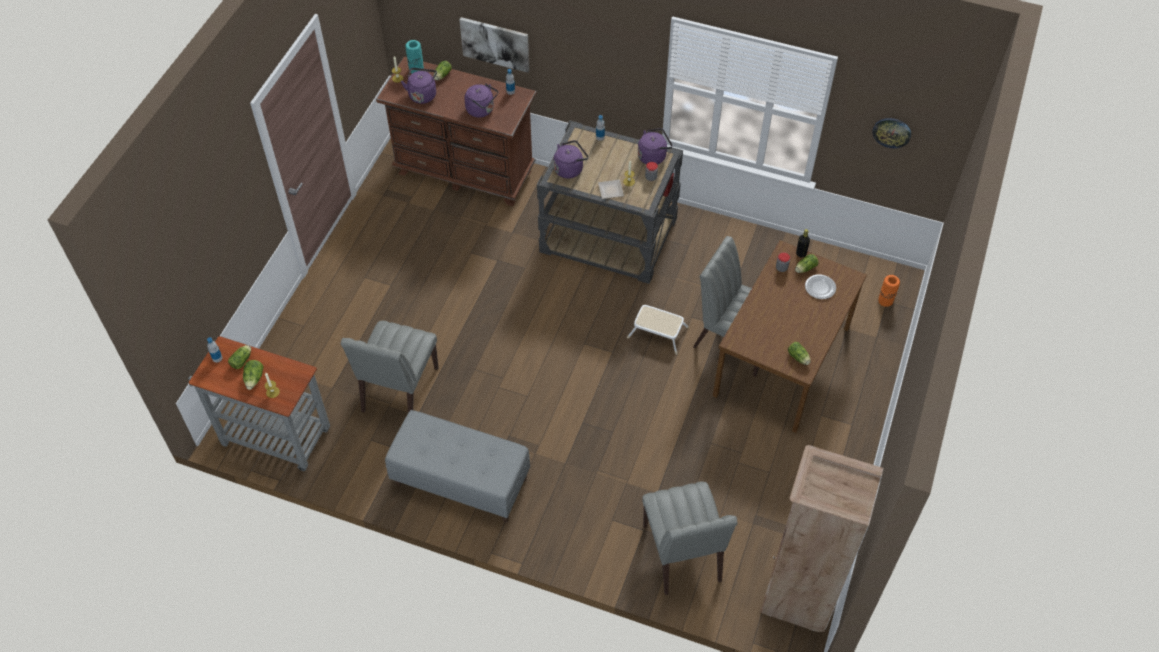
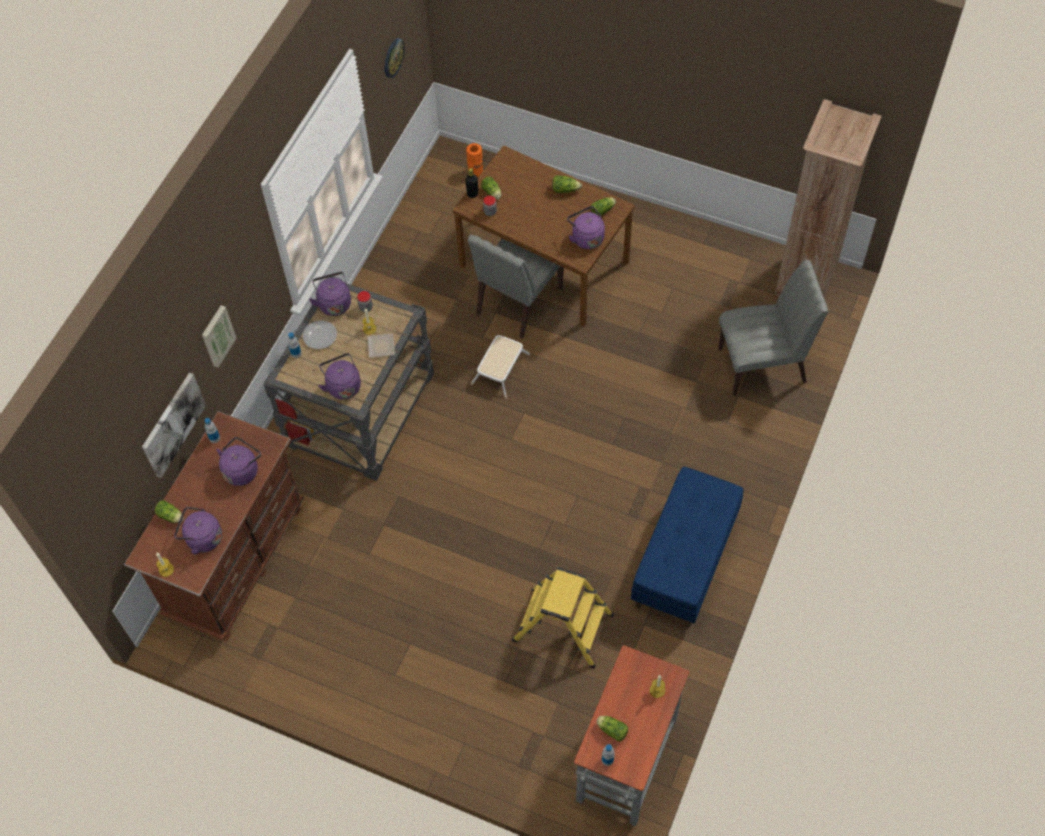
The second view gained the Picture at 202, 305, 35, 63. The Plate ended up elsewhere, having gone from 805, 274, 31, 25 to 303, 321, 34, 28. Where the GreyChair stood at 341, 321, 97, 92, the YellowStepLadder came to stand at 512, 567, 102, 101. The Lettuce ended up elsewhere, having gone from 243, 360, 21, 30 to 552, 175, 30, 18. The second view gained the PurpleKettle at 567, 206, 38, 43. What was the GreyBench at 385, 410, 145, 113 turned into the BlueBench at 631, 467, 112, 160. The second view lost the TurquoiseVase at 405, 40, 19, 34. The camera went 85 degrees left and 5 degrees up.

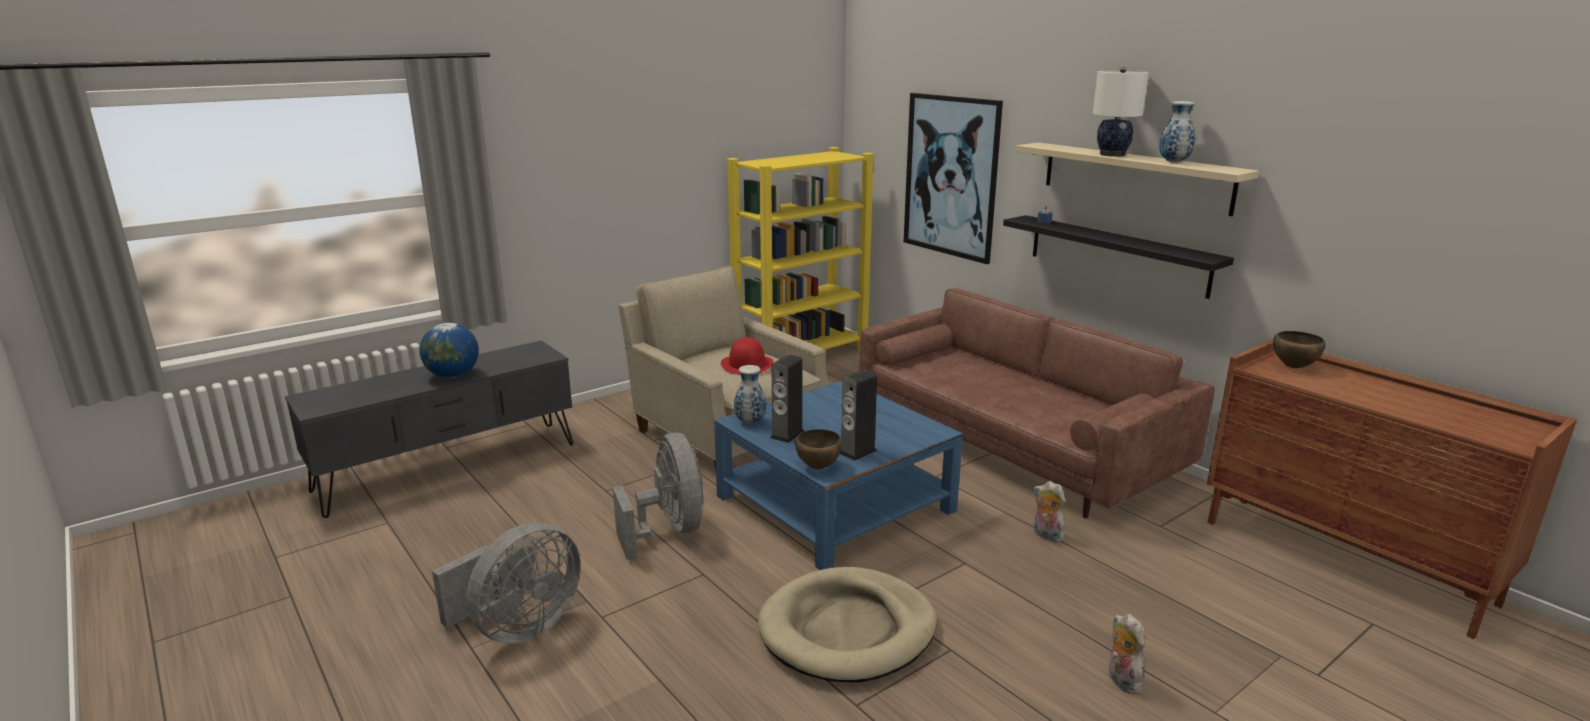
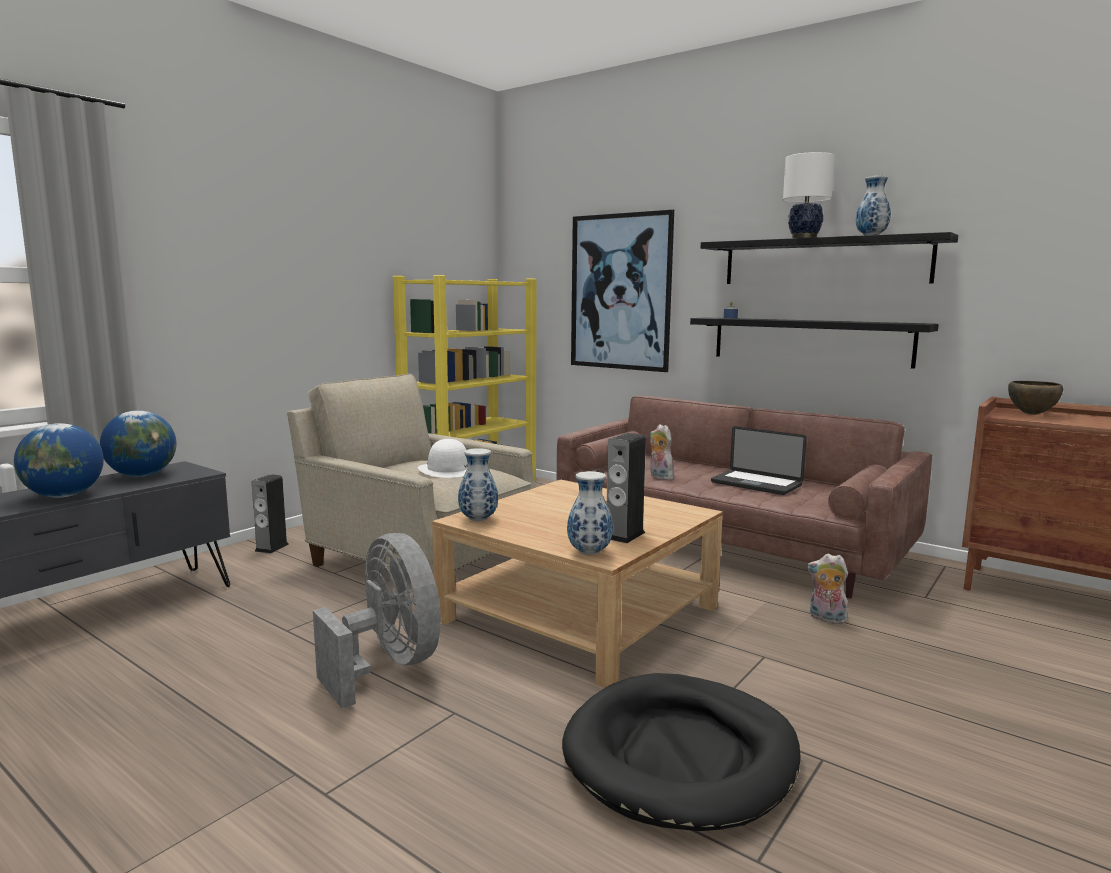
The second view gained the Globe at 100, 410, 76, 67. The Speaker ended up elsewhere, having gone from 770, 355, 34, 88 to 252, 474, 37, 80. What was the RedHat at 721, 337, 53, 38 turned into the WhiteHat at 418, 439, 50, 39. What was the BlueCoffeeTable at 714, 381, 249, 189 turned into the BeigeCoffeeTable at 432, 480, 291, 208. What was the BeigeDogBed at 758, 567, 179, 115 turned into the BlackDogBed at 562, 673, 239, 158. Where the BrownBowl stood at 795, 429, 47, 40, the Vase came to stand at 567, 471, 46, 84. The PlushToy ended up elsewhere, having gone from 1109, 614, 36, 80 to 650, 424, 24, 56. What was the BeigeShelf at 1016, 142, 243, 74 turned into the BlackShelf at 701, 232, 257, 52. The second view gained the Laptop at 711, 426, 96, 69. The second view lost the GreyFan at 432, 523, 149, 121. The camera went 15 degrees left and 10 degrees down.

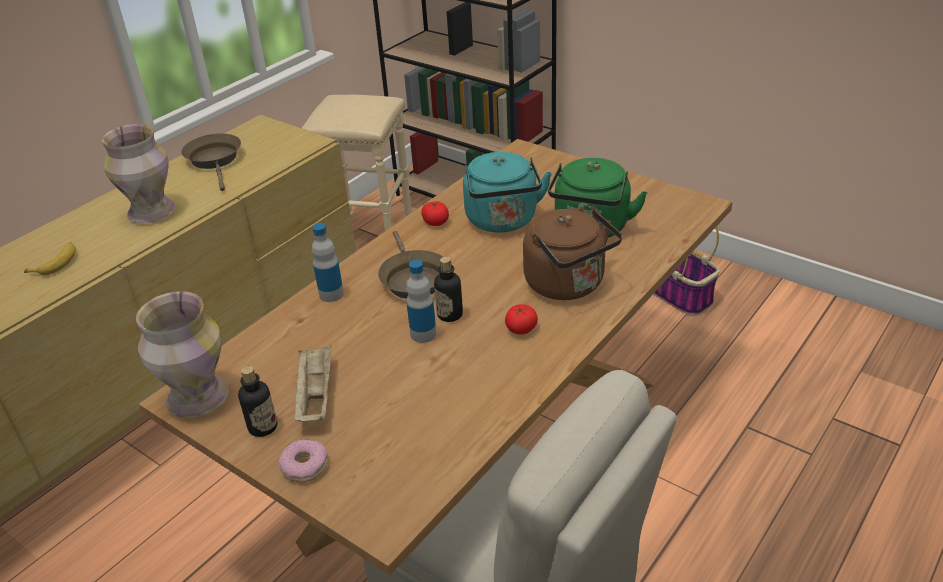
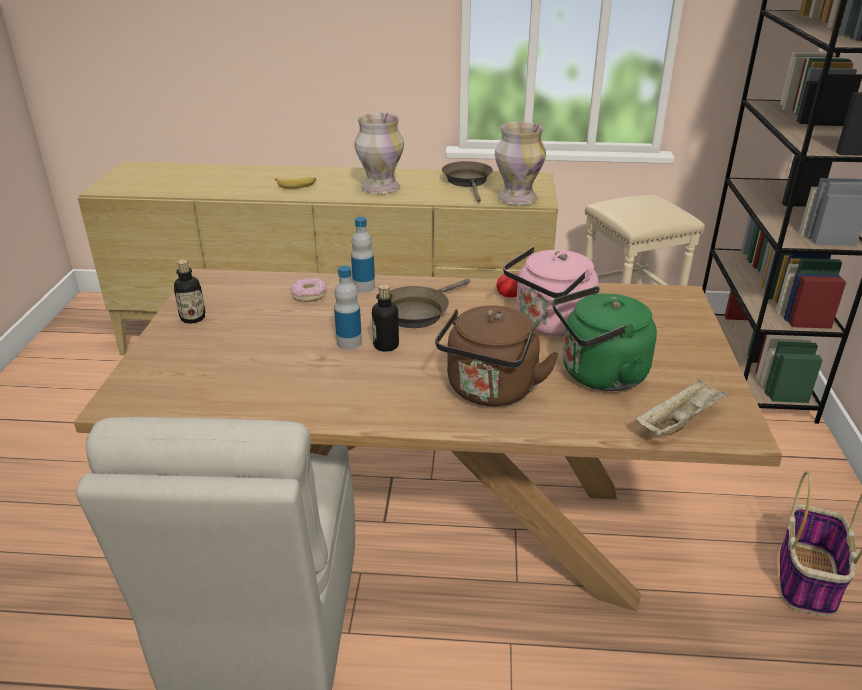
The Donut ended up elsewhere, having gone from 279, 439, 49, 43 to 290, 278, 37, 24. The BrownFryingPan at 181, 133, 60, 58 ended up facing another way, 45 degrees counterclockwise from before. The Vase ended up elsewhere, having gone from 136, 291, 93, 127 to 495, 121, 51, 84. What was the TurquoiseKettle at 463, 152, 89, 81 turned into the PinkKettle at 503, 246, 95, 90. The BeigeTray ended up elsewhere, having gone from 294, 345, 38, 77 to 636, 378, 94, 57. The second view lost the Tomato at 505, 304, 33, 31. The camera went 55 degrees right and 5 degrees down.

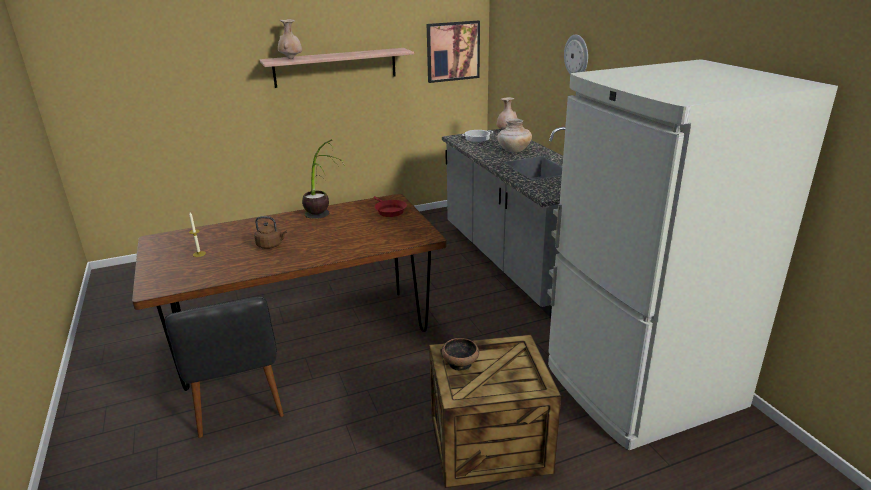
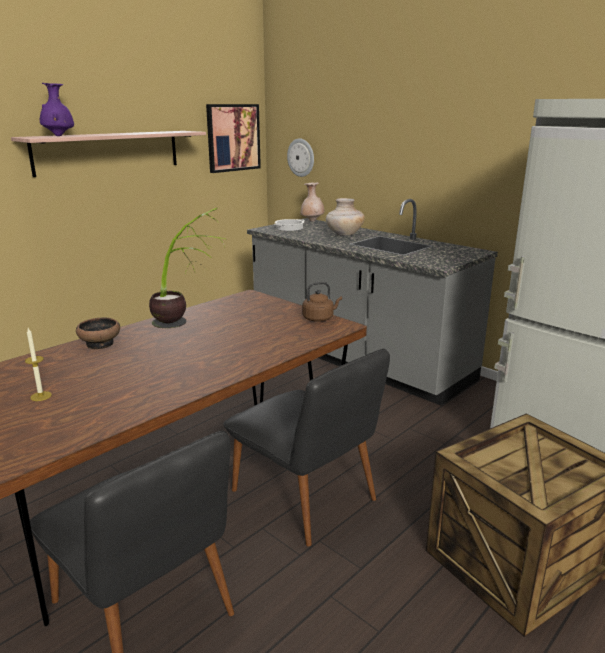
What was the BeigeVase at 278, 19, 24, 40 turned into the PurpleVase at 40, 83, 34, 53. The Bowl ended up elsewhere, having gone from 441, 338, 38, 33 to 76, 318, 44, 31. The second view gained the BlackChair at 223, 349, 167, 198. The WallClock ended up elsewhere, having gone from 564, 35, 24, 39 to 287, 138, 27, 39. The BrownKettle ended up elsewhere, having gone from 254, 216, 33, 33 to 302, 282, 40, 40. The second view lost the RedFryingPan at 374, 196, 33, 21. The camera went 25 degrees left and 5 degrees down.

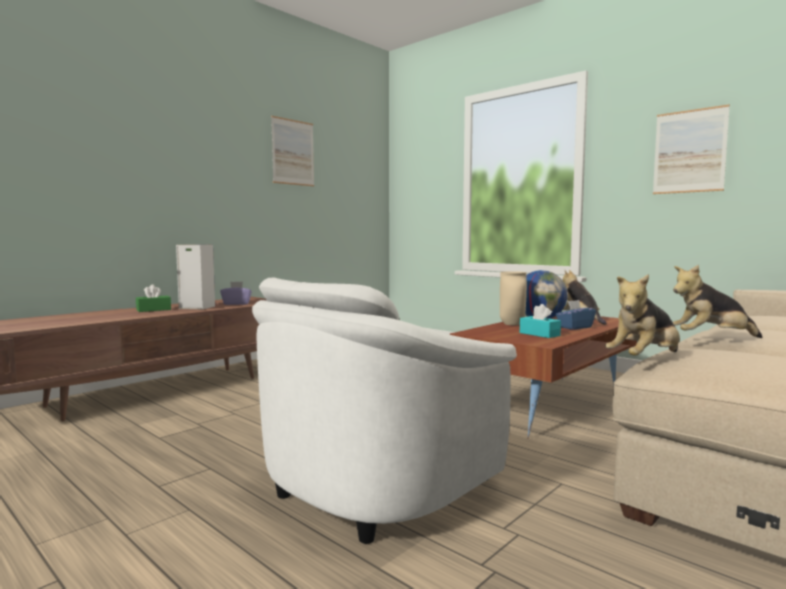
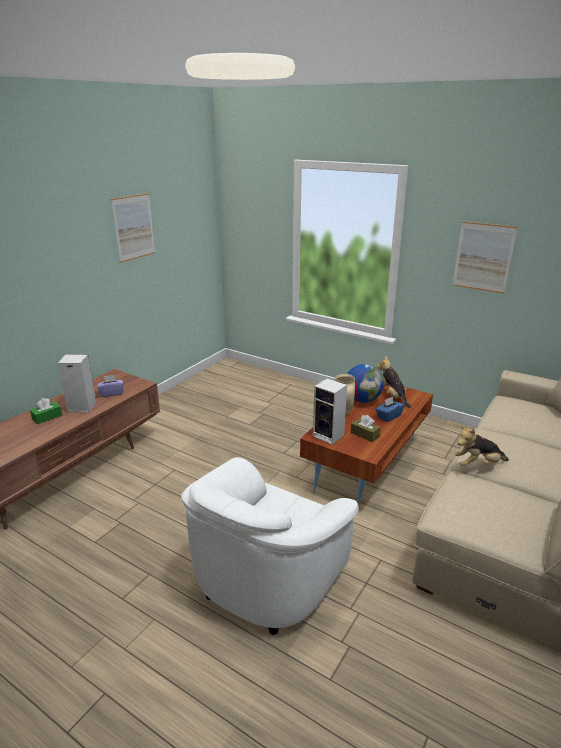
The second view gained the Speaker at 313, 378, 34, 67. What was the TurquoiseTissueBox at 520, 304, 41, 34 turned into the BrownTissueBox at 351, 415, 30, 27. The second view lost the PlushToy at 605, 274, 75, 82. The camera went 10 degrees left and 20 degrees up.

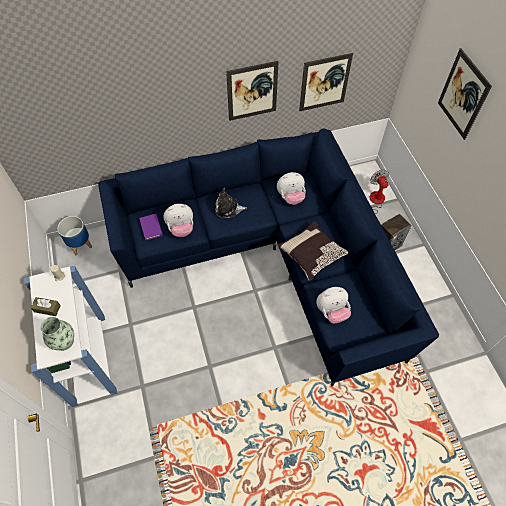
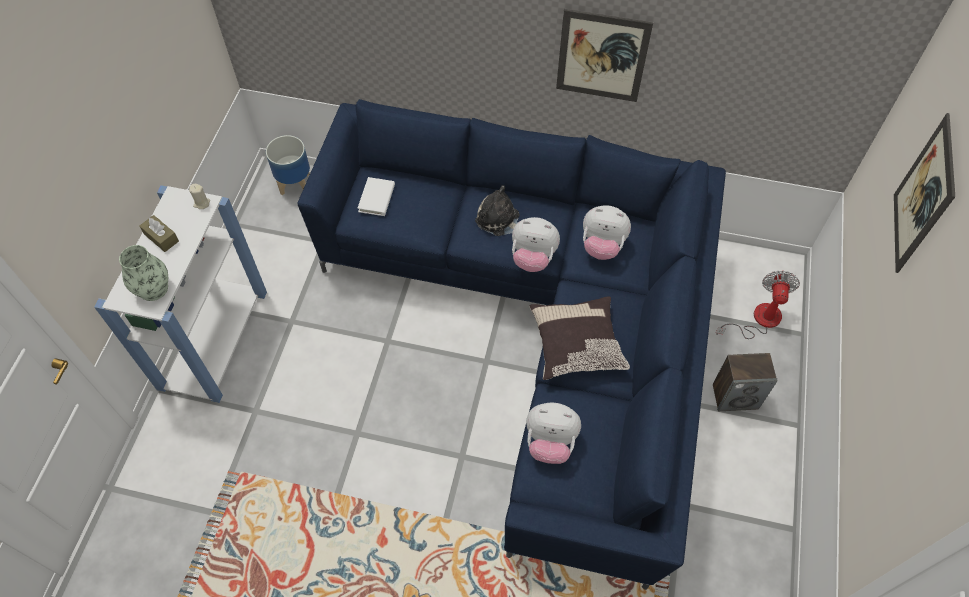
What was the PurpleBook at 139, 214, 24, 26 turned into the WhiteBook at 357, 177, 38, 39. The PlushToy ended up elsewhere, having gone from 163, 204, 30, 33 to 512, 217, 48, 55. The second view lost the Picture at 299, 53, 54, 58. The camera went 30 degrees right and 0 degrees up.

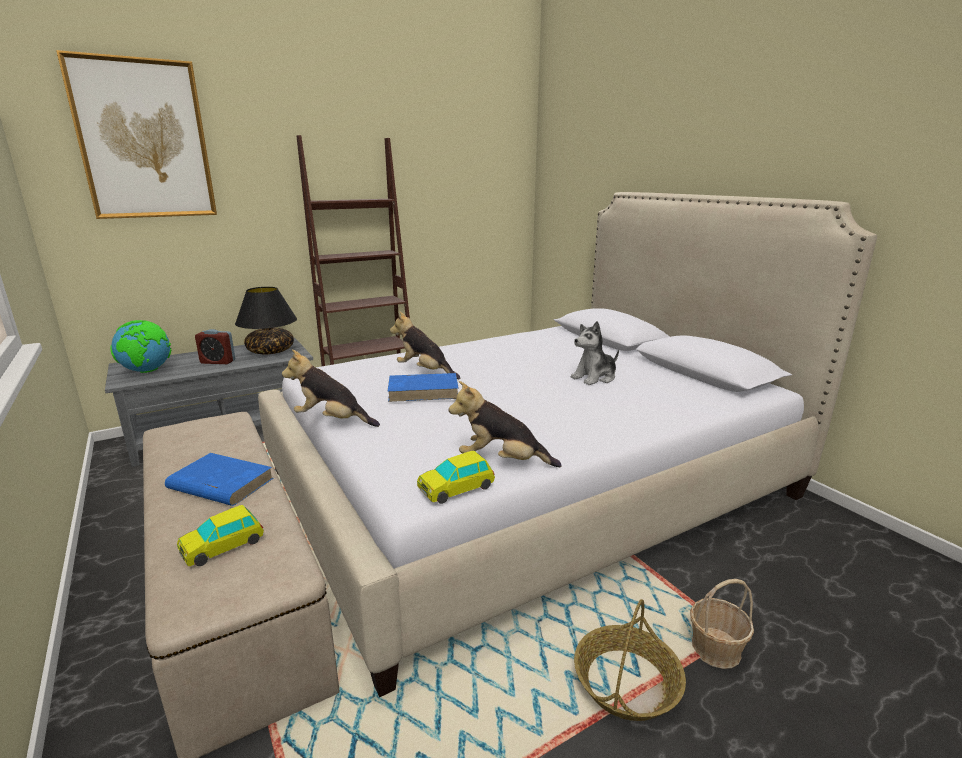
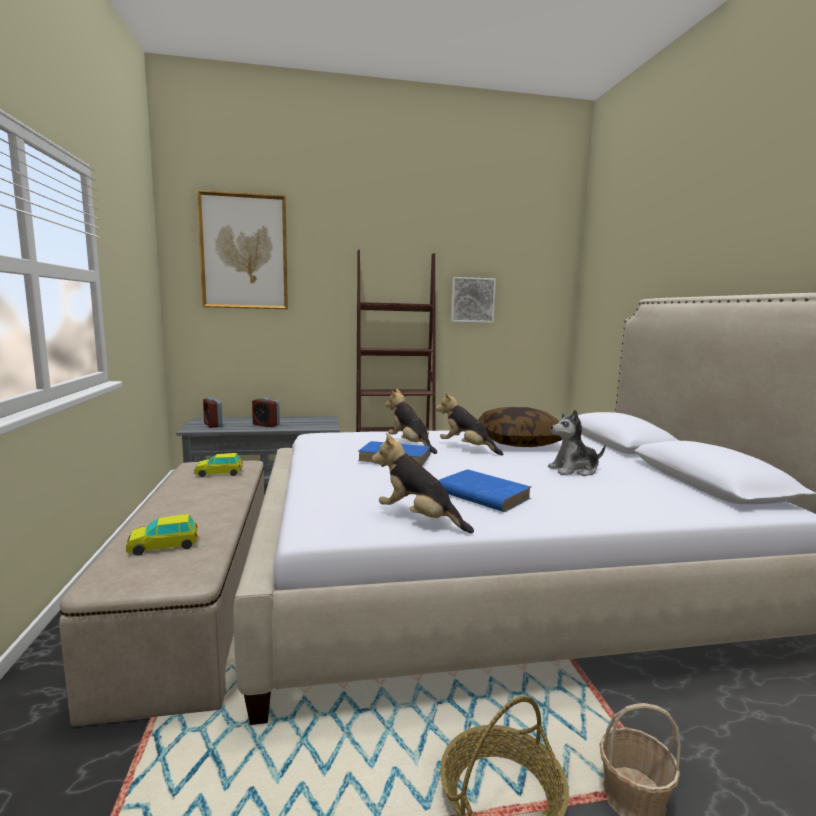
The ToyCar ended up elsewhere, having gone from 417, 451, 78, 53 to 194, 453, 49, 24. Where the Globe stood at 110, 320, 61, 53, the AlarmClock came to stand at 203, 397, 20, 31. The PlushToy ended up elsewhere, having gone from 282, 349, 98, 78 to 436, 392, 68, 64. The BlueBook ended up elsewhere, having gone from 165, 453, 109, 53 to 438, 469, 93, 43. The second view gained the Picture at 451, 277, 45, 46. The second view gained the Pillow at 479, 407, 83, 40. The second view lost the BlackTableLamp at 235, 287, 62, 67. The camera went 20 degrees right and 10 degrees down.

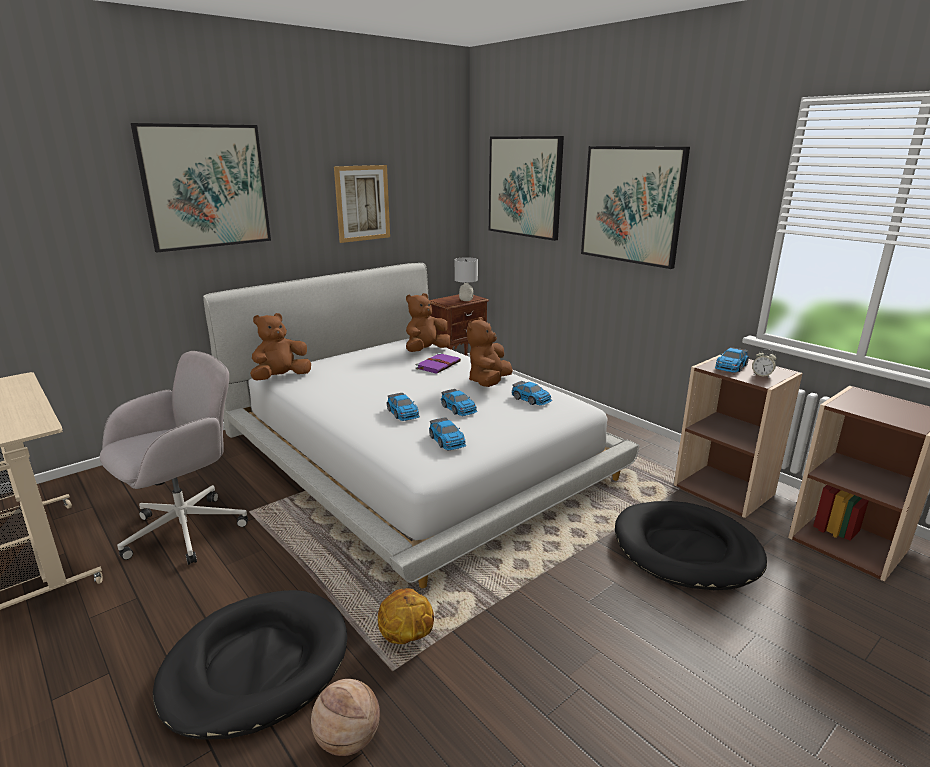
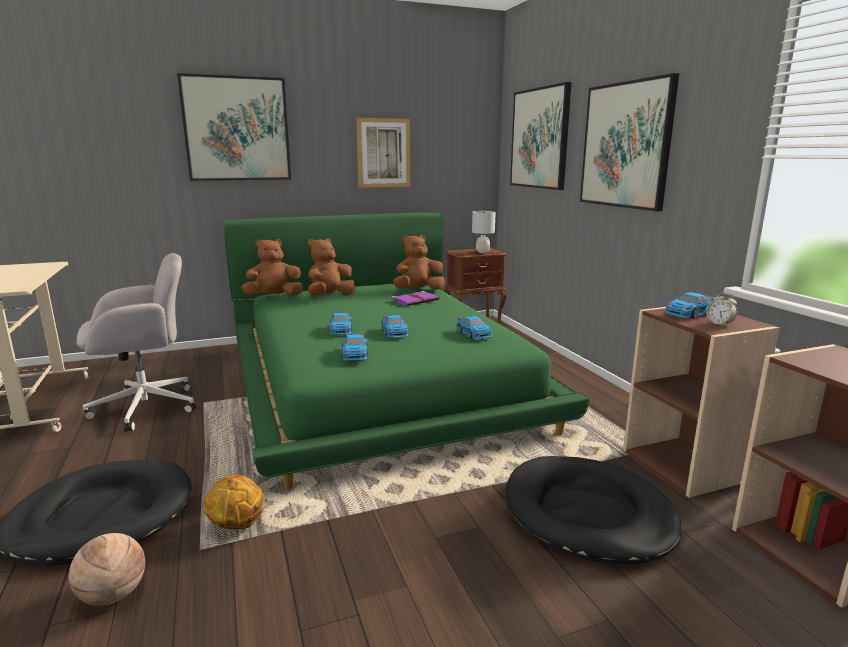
What was the WhiteBed at 203, 263, 436, 325 turned into the GreenBed at 223, 212, 366, 277. The BrownPlushToy ended up elsewhere, having gone from 467, 317, 46, 70 to 308, 238, 47, 57. The camera went 20 degrees right and 5 degrees down.

